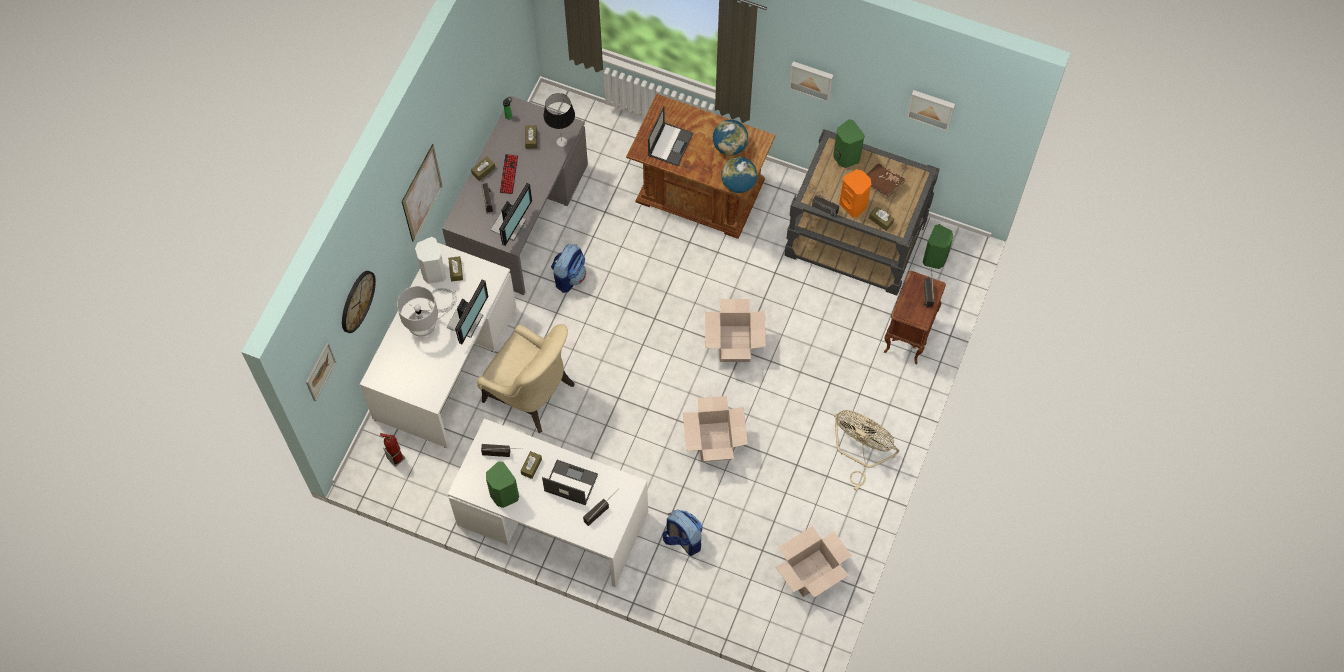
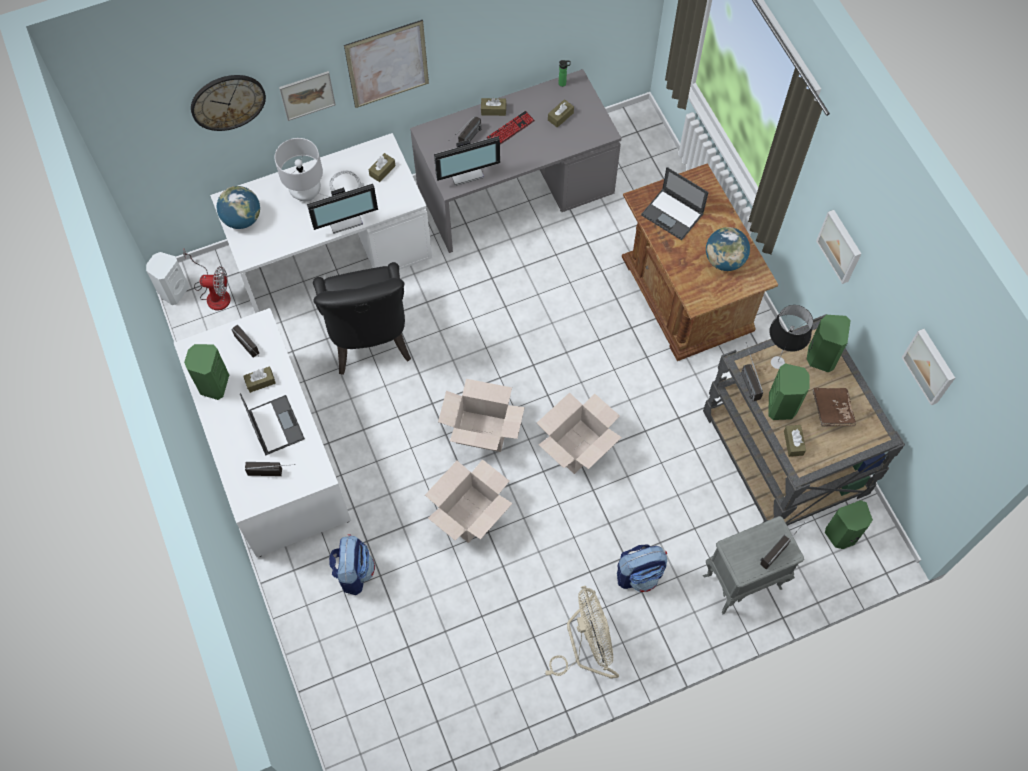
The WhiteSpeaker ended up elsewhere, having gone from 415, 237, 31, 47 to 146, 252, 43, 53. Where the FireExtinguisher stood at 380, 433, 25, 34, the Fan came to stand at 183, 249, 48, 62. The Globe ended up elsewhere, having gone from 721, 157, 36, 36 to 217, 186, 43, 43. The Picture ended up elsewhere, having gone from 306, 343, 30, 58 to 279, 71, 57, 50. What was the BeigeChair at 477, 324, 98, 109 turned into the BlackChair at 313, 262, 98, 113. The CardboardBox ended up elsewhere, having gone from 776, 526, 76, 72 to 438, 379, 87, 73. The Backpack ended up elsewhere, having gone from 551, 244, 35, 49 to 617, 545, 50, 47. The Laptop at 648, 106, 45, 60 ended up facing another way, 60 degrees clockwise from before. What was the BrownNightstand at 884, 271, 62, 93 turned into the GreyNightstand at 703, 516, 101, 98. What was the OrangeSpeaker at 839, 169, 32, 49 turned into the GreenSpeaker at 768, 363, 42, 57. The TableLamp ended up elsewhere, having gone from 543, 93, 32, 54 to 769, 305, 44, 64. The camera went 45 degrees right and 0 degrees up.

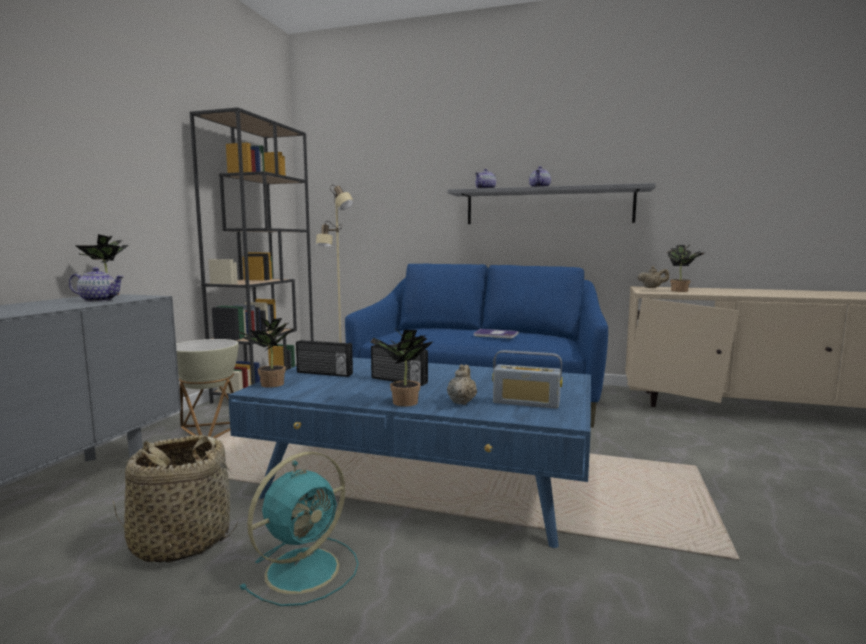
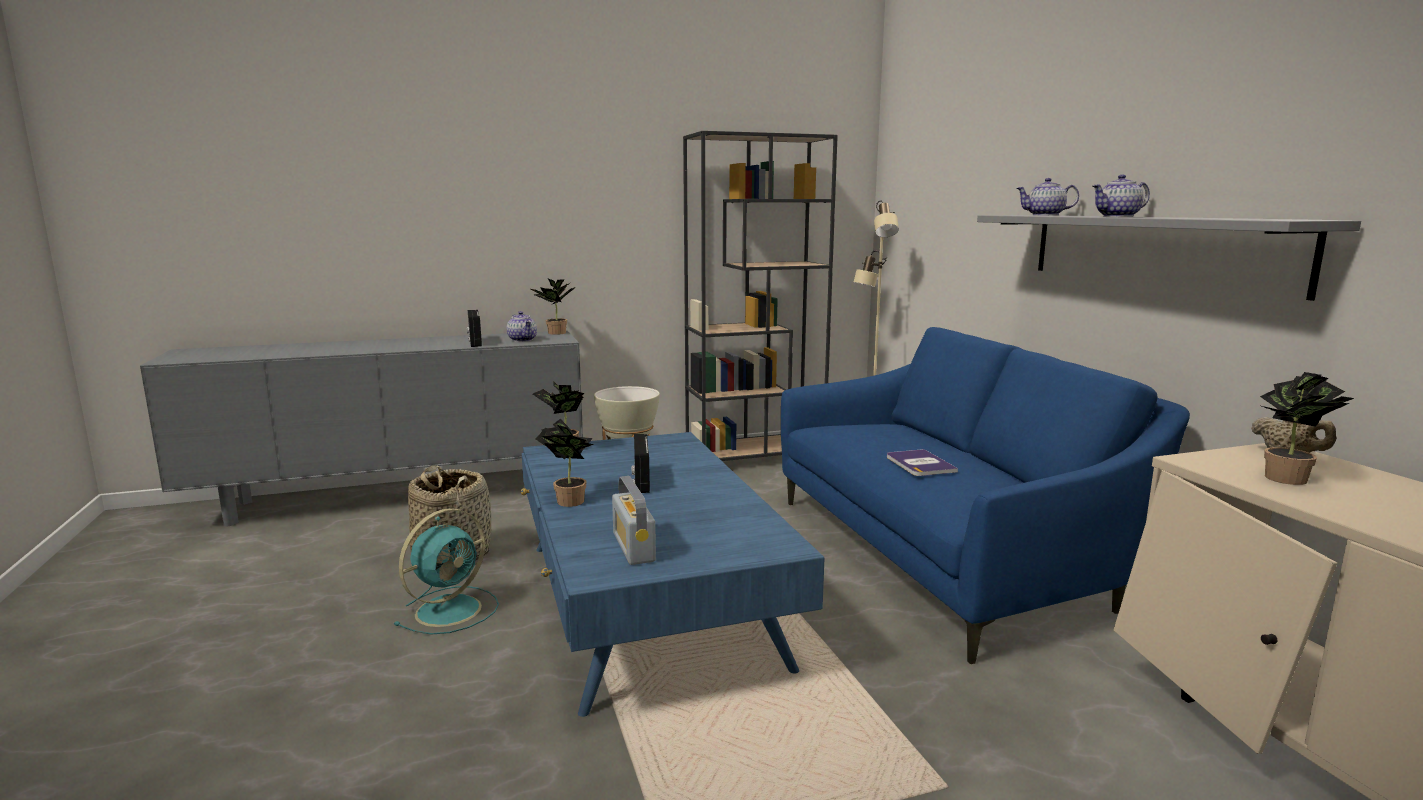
The TurquoiseFan at 239, 451, 120, 155 ended up facing another way, 60 degrees counterclockwise from before. The Radio ended up elsewhere, having gone from 296, 340, 57, 37 to 467, 310, 15, 37. The second view lost the BeigeTeapot at 447, 364, 30, 41. The camera went 55 degrees right and 5 degrees up.

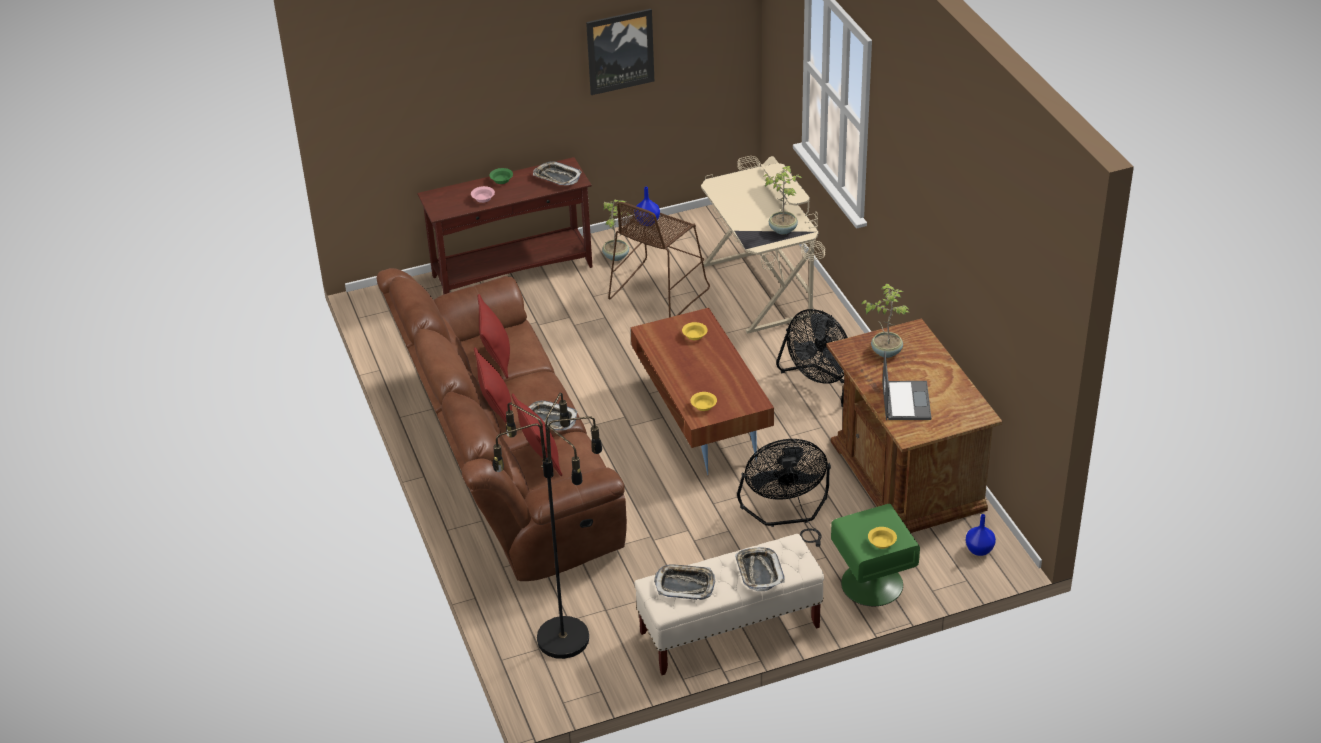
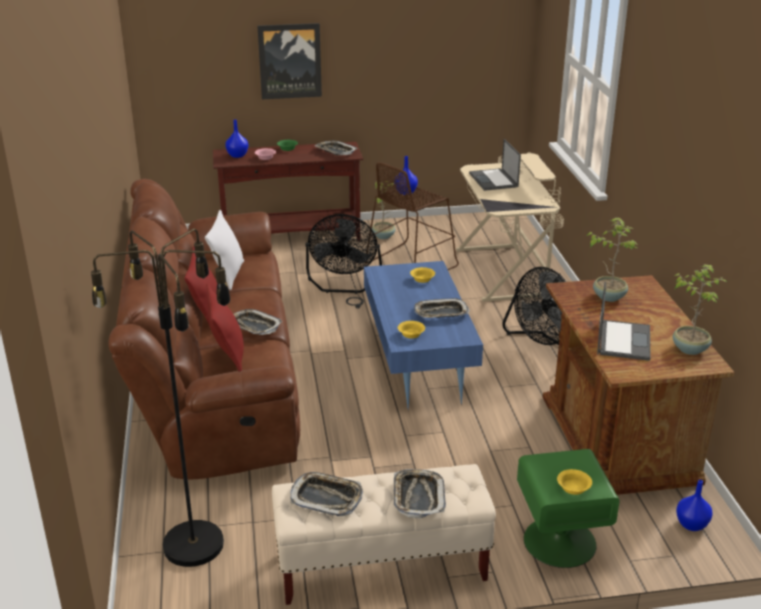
What was the RedPillow at 478, 294, 32, 85 turned into the WhitePillow at 205, 210, 39, 80. The second view gained the BlueVase at 225, 120, 23, 38. The Picture ended up elsewhere, having gone from 586, 9, 68, 86 to 257, 23, 65, 76. The BlackFan ended up elsewhere, having gone from 737, 439, 94, 107 to 305, 214, 77, 95. What was the BrownCoffeeTable at 630, 308, 144, 167 turned into the BlueCoffeeTable at 364, 261, 119, 149. The second view gained the Tray at 414, 298, 56, 20. The second view gained the Laptop at 469, 139, 52, 52. The PottedPlant ended up elsewhere, having gone from 763, 166, 39, 69 to 673, 265, 54, 90. The camera went 10 degrees right and 10 degrees down.

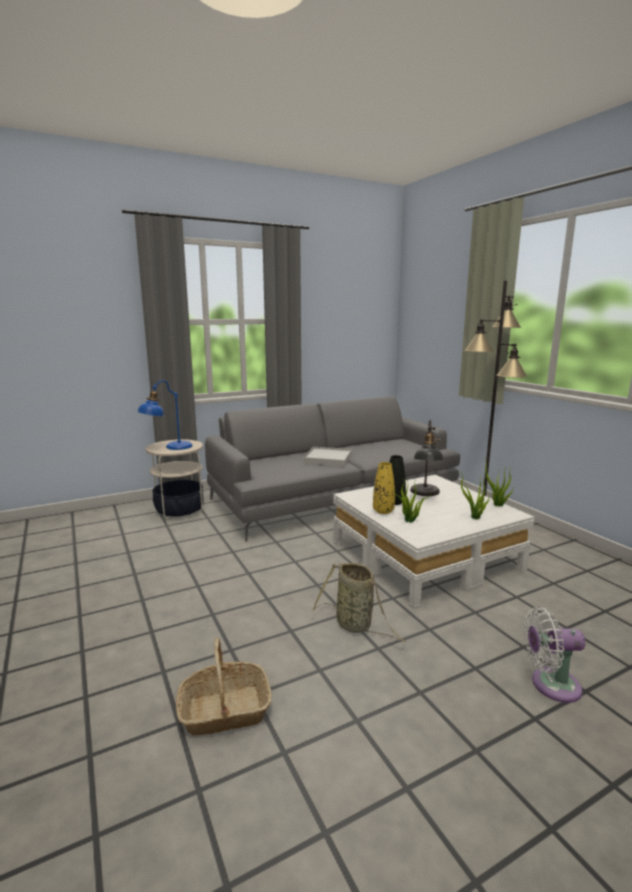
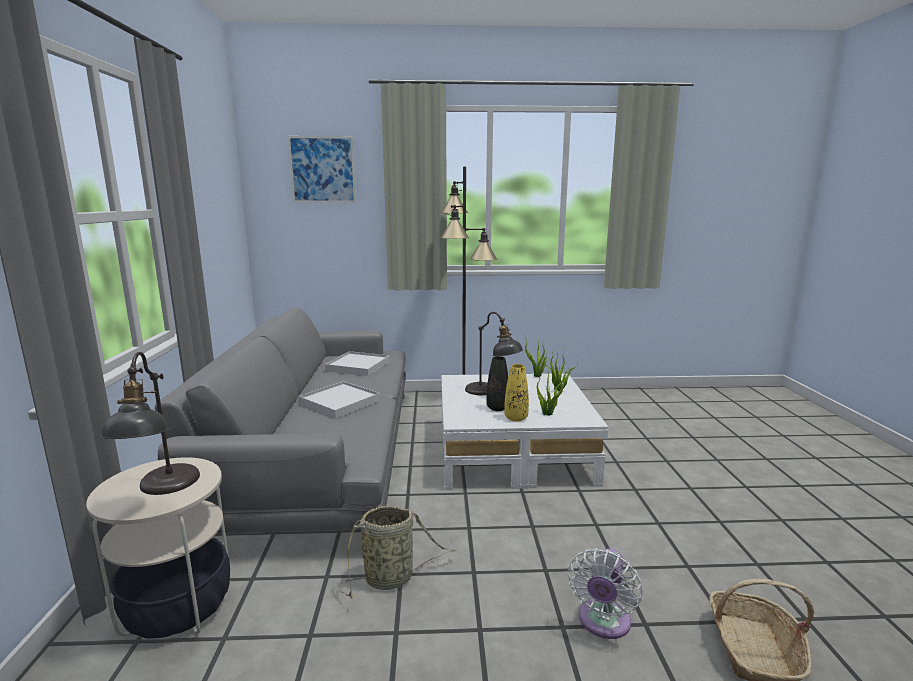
What was the BlueTableLamp at 137, 380, 56, 70 turned into the GreyTableLamp at 100, 352, 100, 143. The second view gained the Picture at 288, 136, 68, 67. The second view gained the WhiteTray at 325, 351, 65, 25. The Basket ended up elsewhere, having gone from 312, 563, 94, 79 to 338, 506, 119, 93. The WhiteFan ended up elsewhere, having gone from 524, 607, 61, 96 to 568, 548, 75, 91. The camera went 65 degrees left and 0 degrees up.

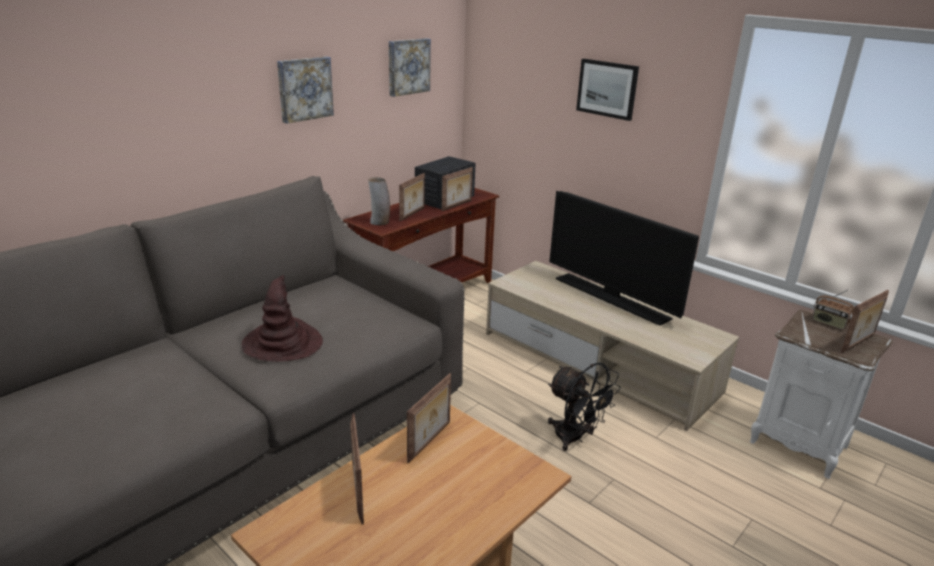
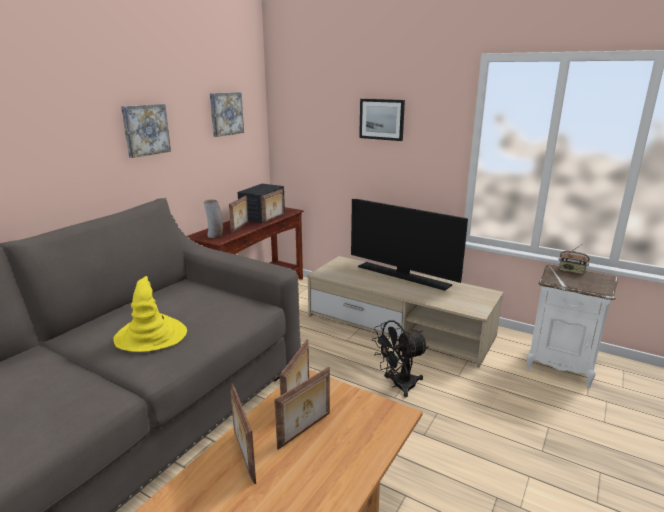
What was the BrownHat at 242, 275, 81, 87 turned into the YellowHat at 113, 276, 74, 76. The PictureFrame ended up elsewhere, having gone from 840, 290, 49, 63 to 274, 367, 56, 83. The BlackFan at 548, 362, 73, 89 ended up facing another way, 120 degrees clockwise from before. The camera went 10 degrees left and 5 degrees down.

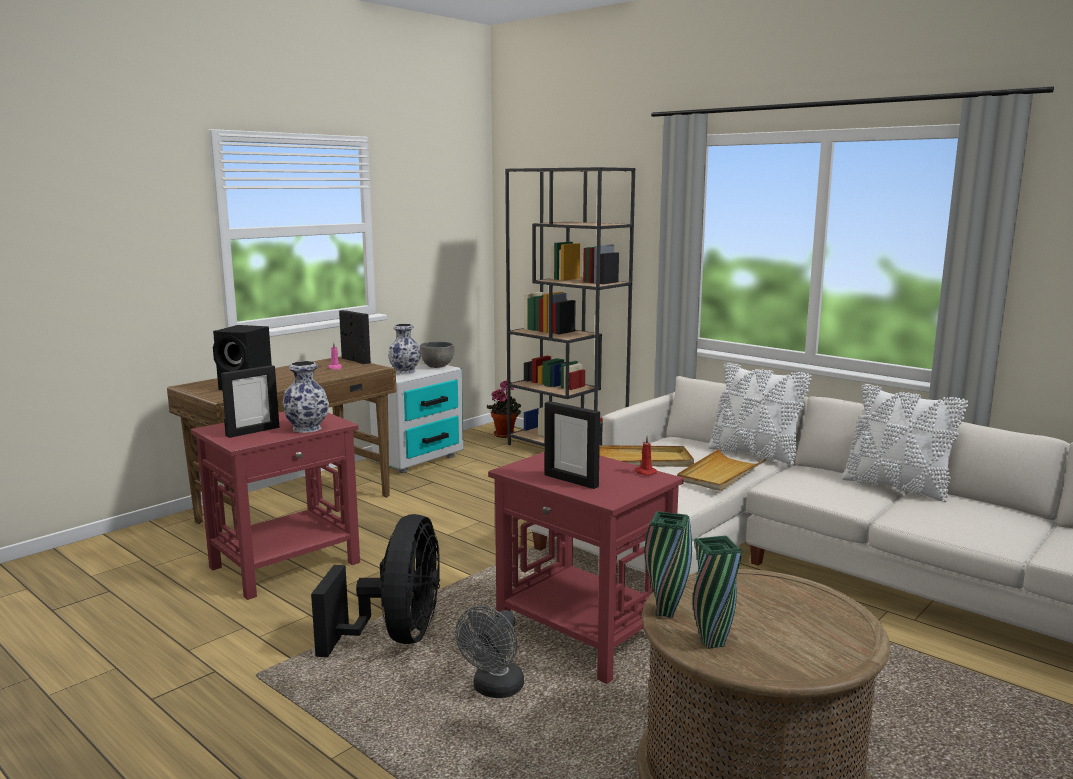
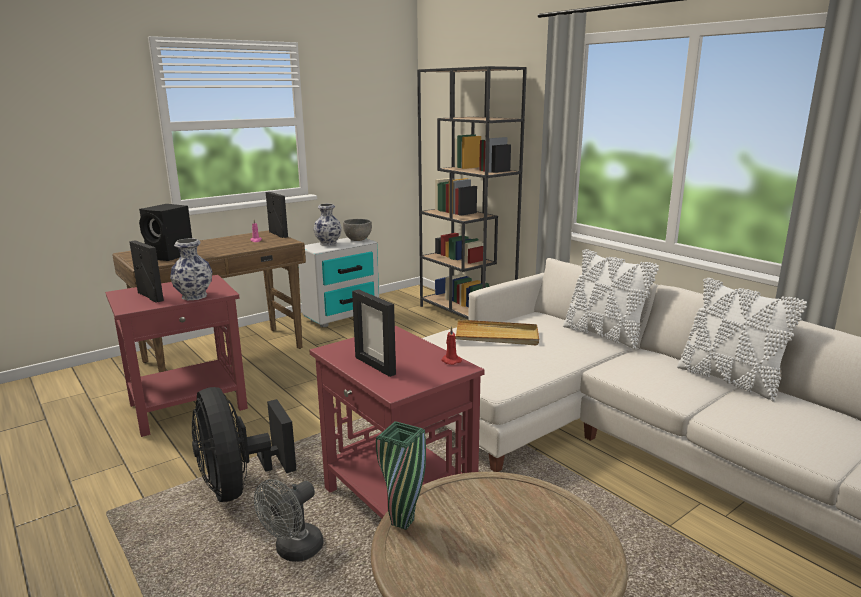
The PictureFrame at 221, 365, 59, 73 ended up facing another way, 105 degrees counterclockwise from before. The BlackFan at 311, 514, 129, 143 ended up facing another way, 135 degrees clockwise from before. The second view lost the PottedPlant at 487, 381, 34, 57. The second view lost the BeigeTray at 677, 449, 89, 42. The second view lost the GreenVase at 693, 536, 49, 113. The camera went 10 degrees right and 5 degrees up.

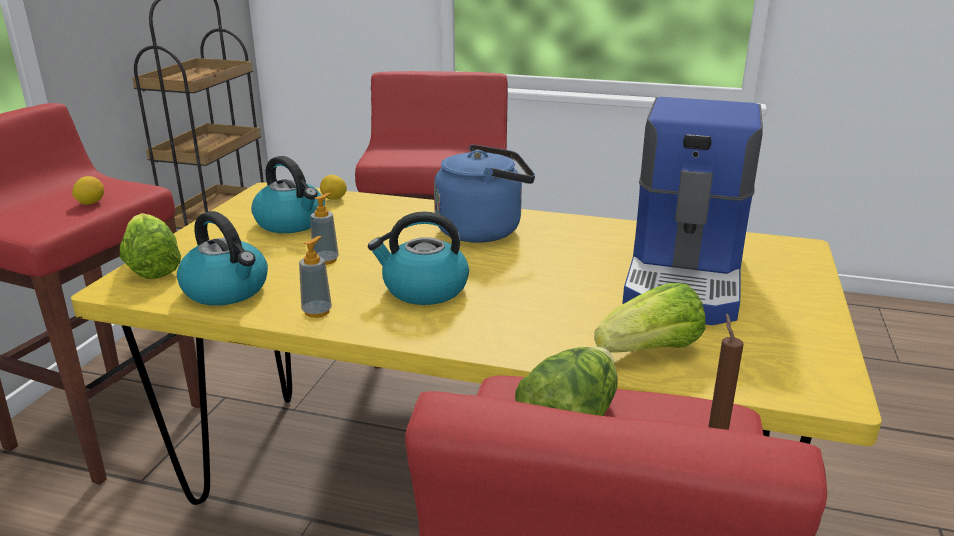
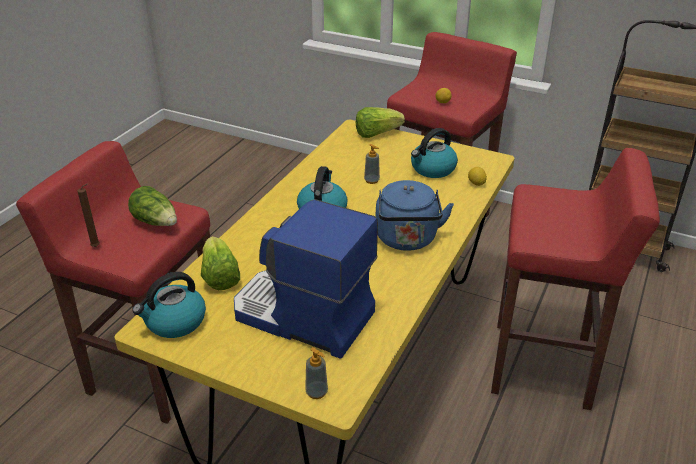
The Kettle ended up elsewhere, having gone from 177, 211, 91, 95 to 132, 272, 74, 66. The SoapDispenser ended up elsewhere, having gone from 299, 236, 33, 82 to 305, 347, 23, 52. The camera went 100 degrees right and 10 degrees up.

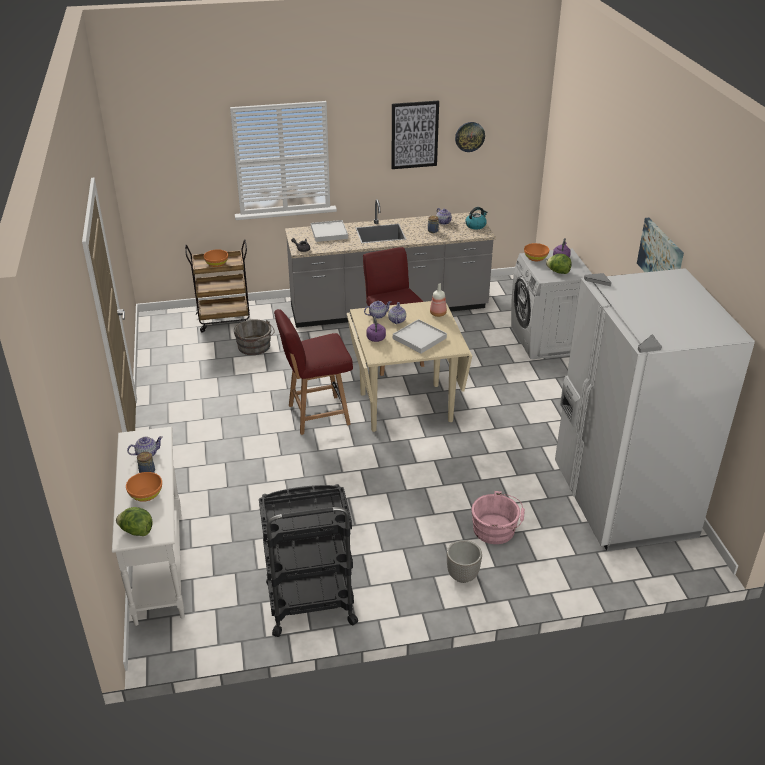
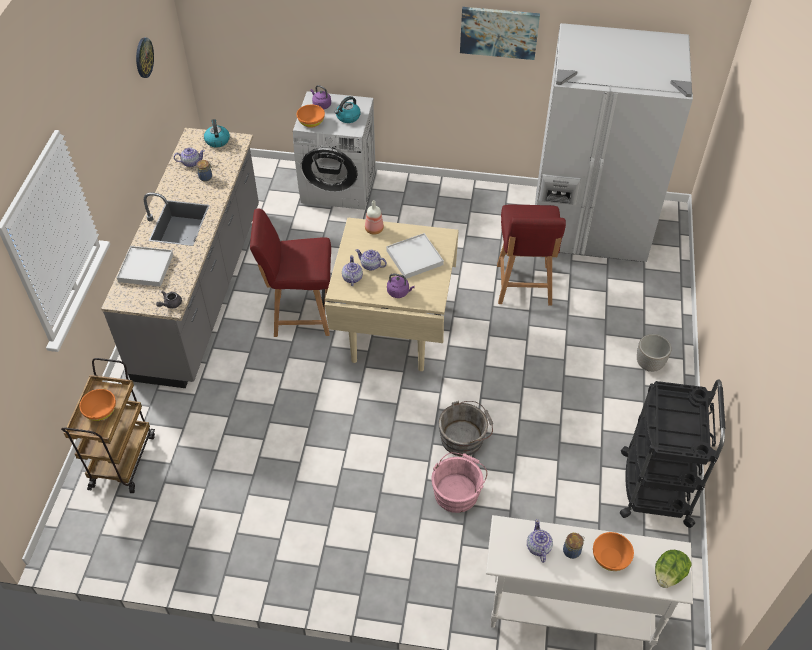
Where the Lettuce stood at 546, 254, 26, 20, the Kettle came to stand at 335, 96, 26, 27. The PinkBucket ended up elsewhere, having gone from 471, 491, 54, 53 to 431, 452, 56, 61. The GreyBucket ended up elsewhere, having gone from 234, 319, 41, 36 to 438, 401, 55, 55. The RedChair ended up elsewhere, having gone from 274, 309, 79, 126 to 497, 204, 69, 101. The second view lost the Picture at 391, 100, 48, 69. The camera went 70 degrees left and 15 degrees up.

